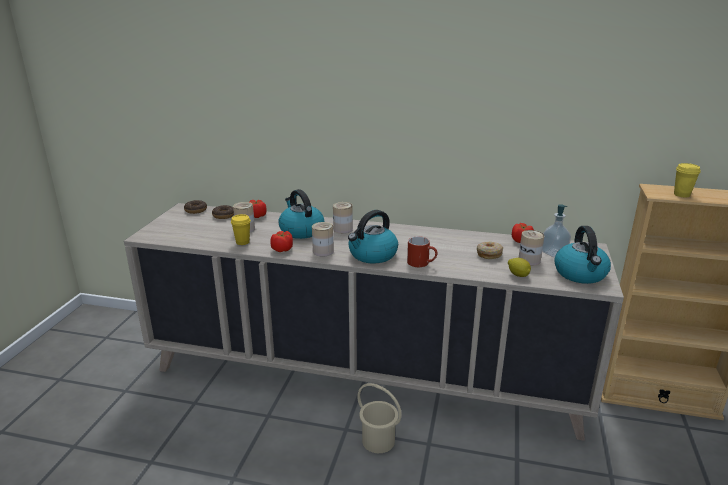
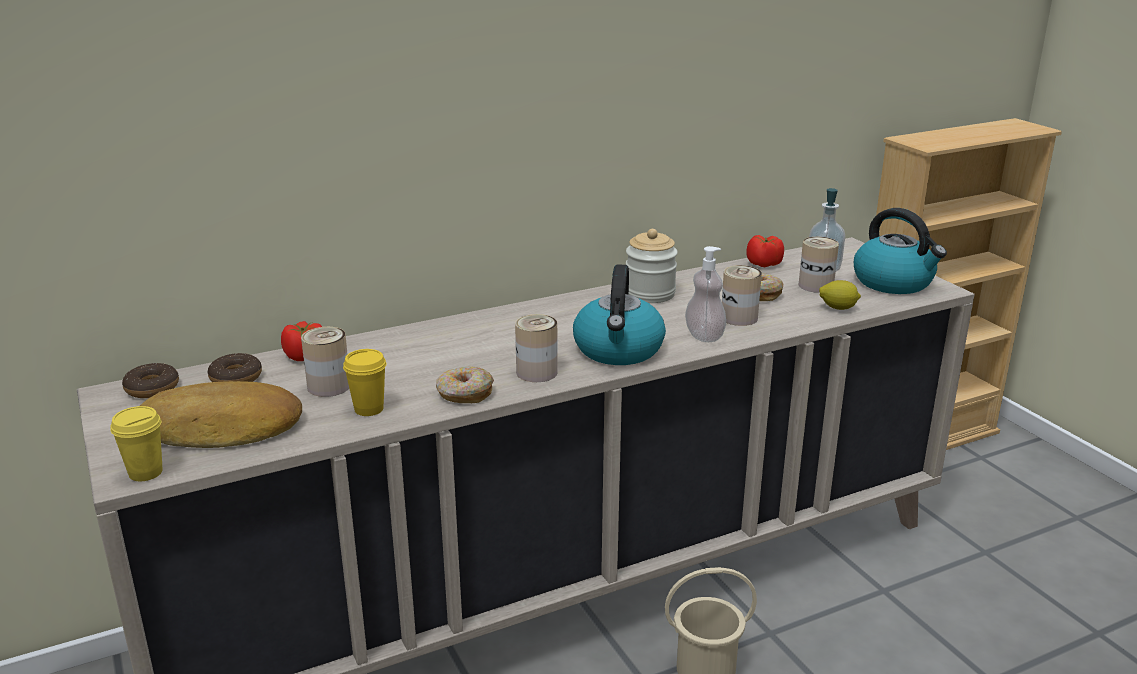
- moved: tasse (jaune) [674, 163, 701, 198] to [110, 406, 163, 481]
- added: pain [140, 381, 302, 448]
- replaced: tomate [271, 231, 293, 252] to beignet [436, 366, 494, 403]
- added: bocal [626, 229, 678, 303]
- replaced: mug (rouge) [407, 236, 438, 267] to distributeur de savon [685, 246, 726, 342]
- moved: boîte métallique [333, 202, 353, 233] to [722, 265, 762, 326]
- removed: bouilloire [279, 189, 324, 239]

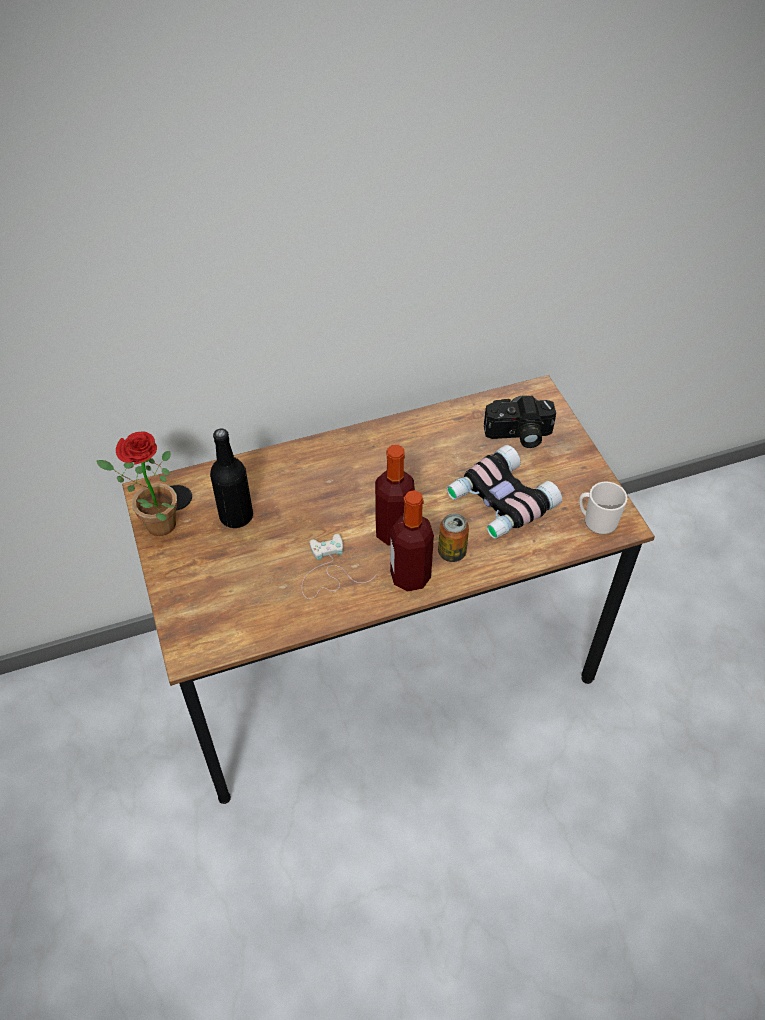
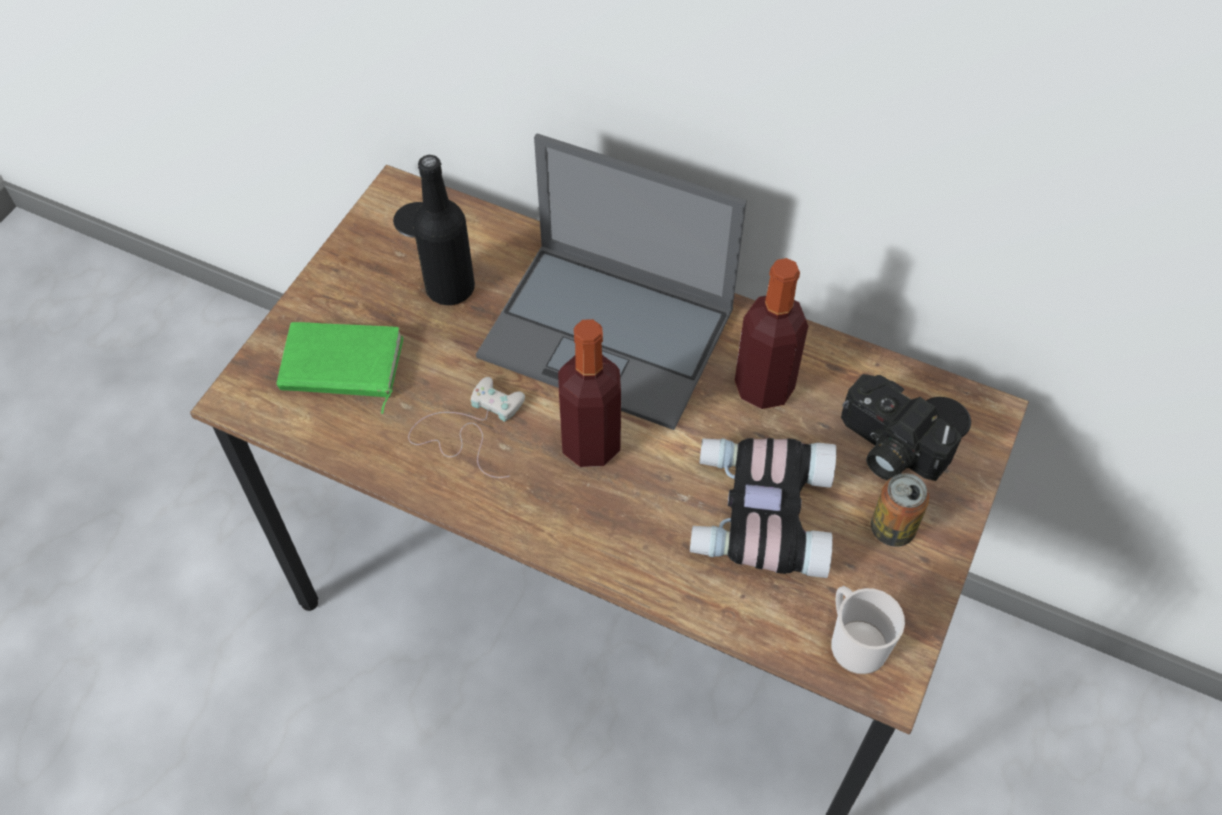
- added: livre (vert) [277, 322, 404, 414]
- added: ordinateur portable [476, 134, 747, 430]
- moved: bouteille [390, 490, 434, 592] to [735, 258, 808, 409]
- moved: boîte métallique [438, 513, 469, 562] to [871, 473, 929, 547]
- removed: plante en pot [96, 431, 177, 536]

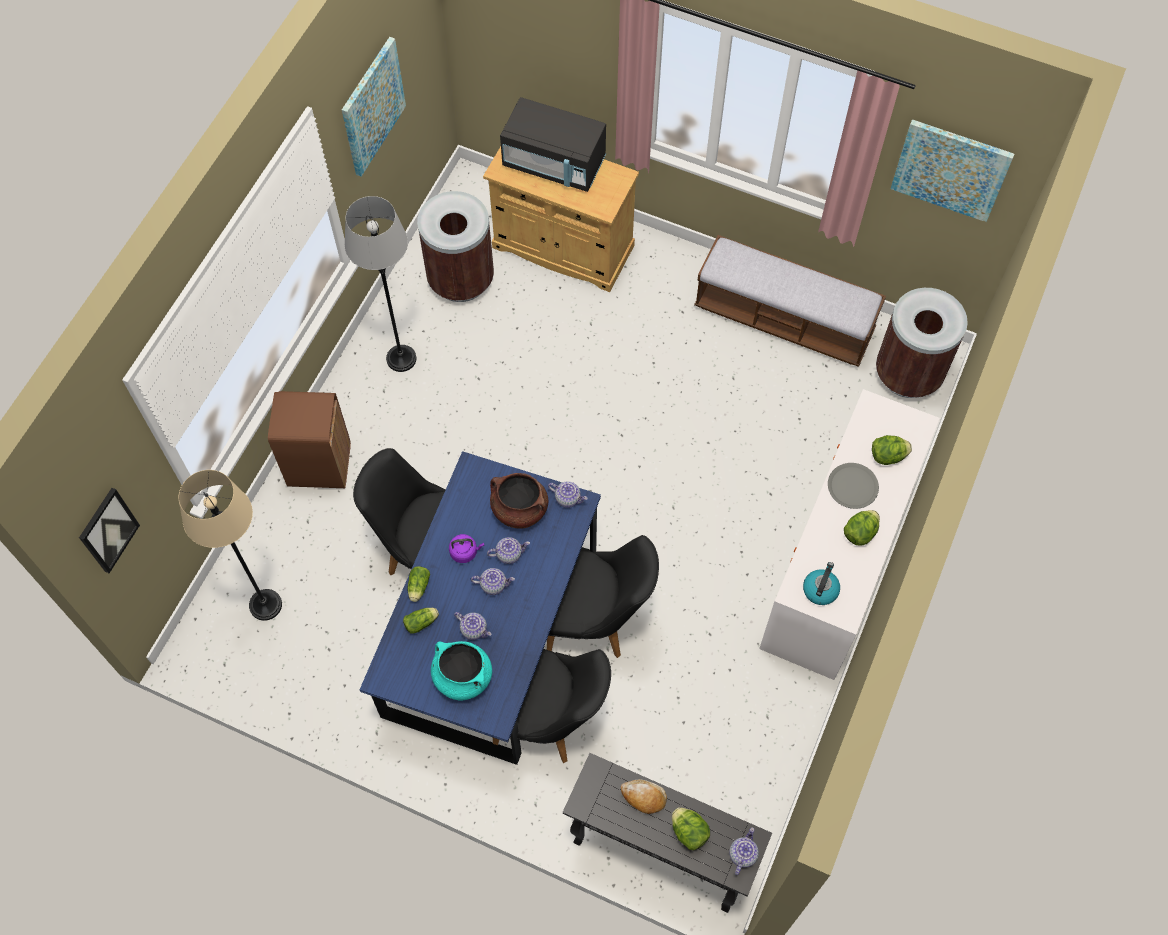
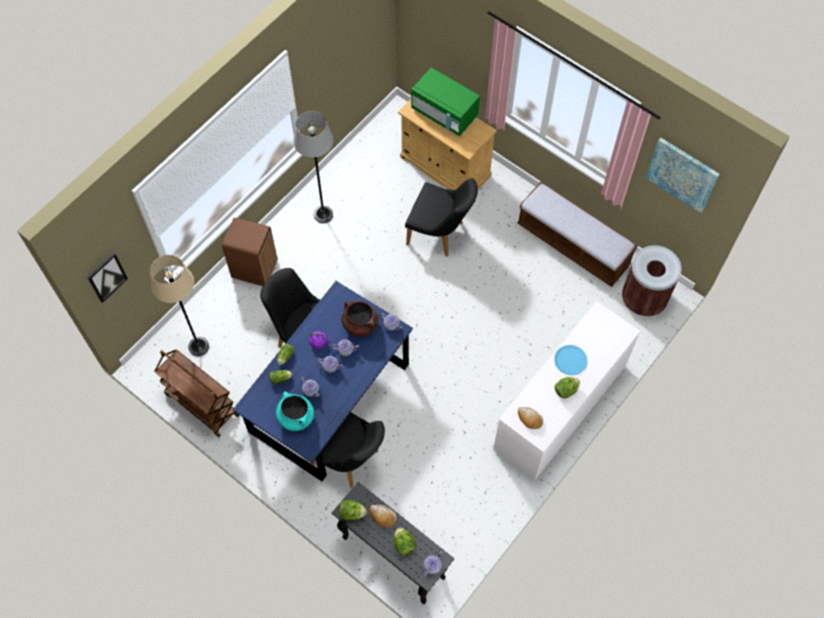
- added: chariot (marron) [154, 350, 240, 437]
- moved: laitue [872, 435, 912, 465] to [339, 500, 367, 521]
- moved: chaise (noir) [547, 535, 659, 658] to [405, 178, 478, 257]
- recoloured: micro-ondes (noir) [500, 97, 606, 192] to micro-ondes (vert) [411, 68, 480, 136]
- replaced: bouilloire [803, 562, 840, 605] to pain [518, 407, 543, 429]
- recoloured: assiette (gris) [828, 463, 879, 509] to assiette (bleu) [554, 345, 587, 375]
- removed: tableau [342, 37, 406, 177]
- removed: poubelle (marron) [417, 191, 494, 302]

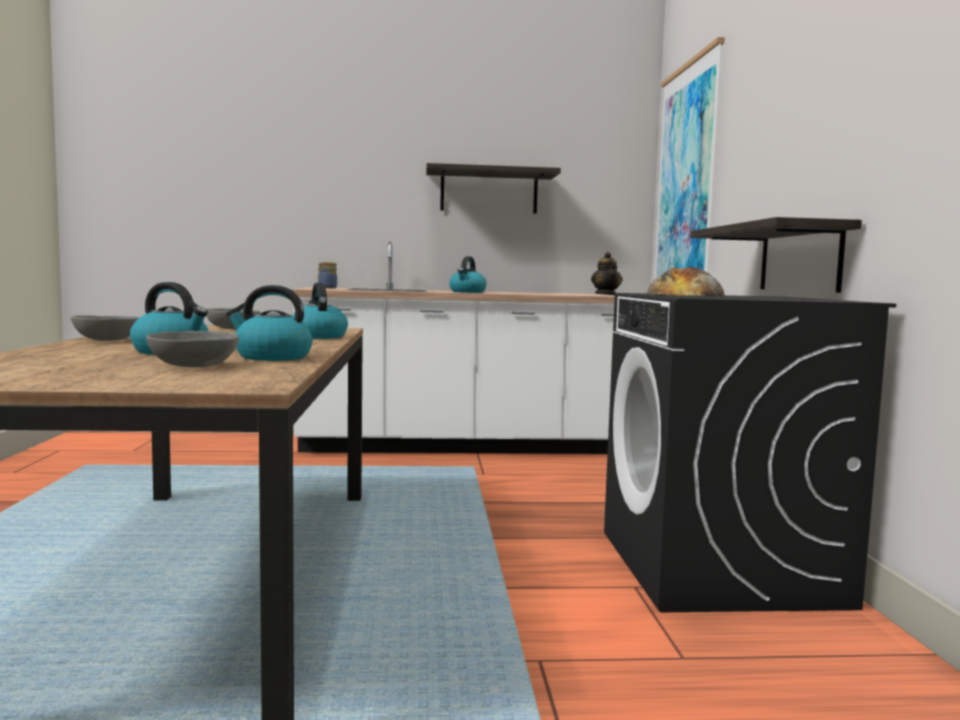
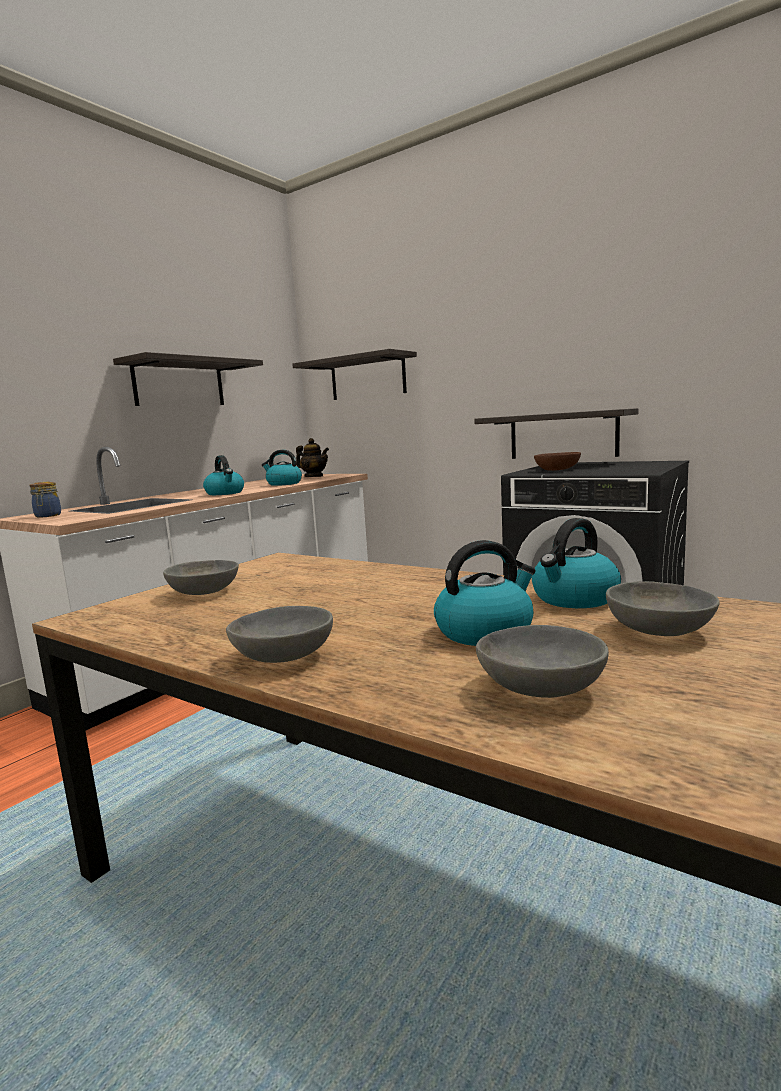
- moved: bouilloire [292, 283, 348, 339] to [262, 450, 302, 486]
- replaced: tableau [654, 37, 725, 280] to étagère [292, 349, 417, 400]
- added: bol (gris) [476, 625, 609, 698]
- replaced: pain [647, 267, 724, 296] to bol (marron) [534, 452, 581, 471]

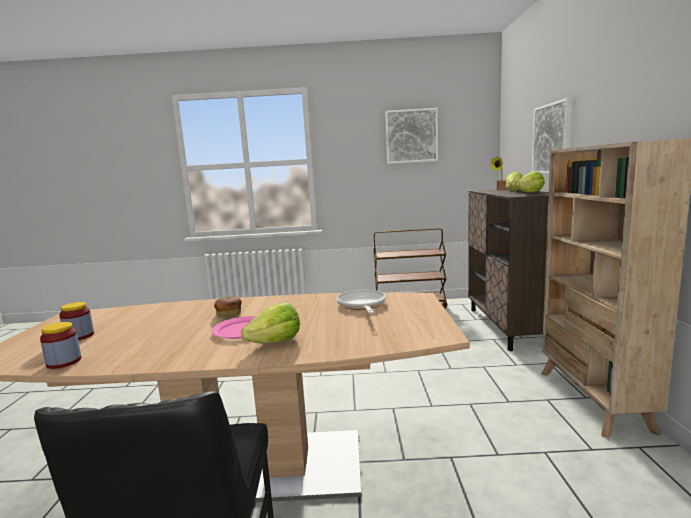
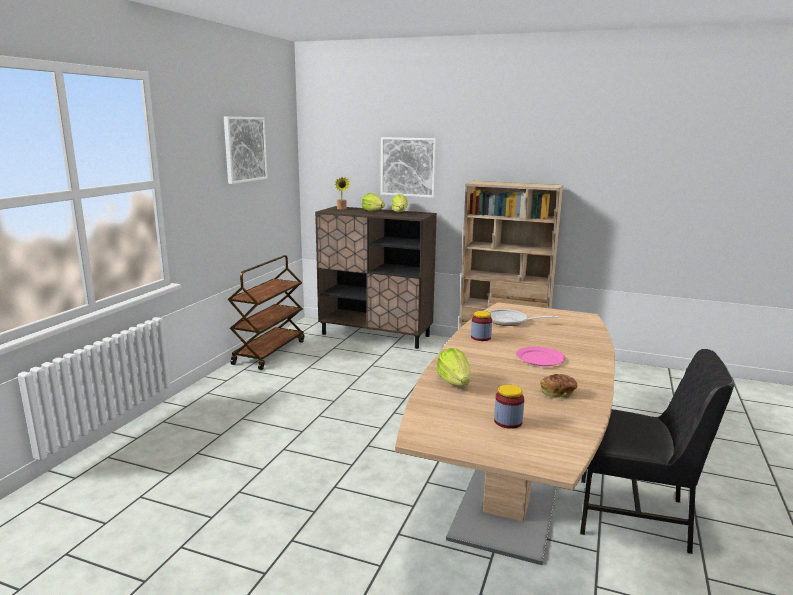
- moved: laitue [241, 302, 300, 343] to [437, 348, 471, 386]
- moved: bocal [40, 322, 82, 369] to [471, 311, 492, 341]
- moved: pain [214, 296, 242, 317] to [540, 374, 577, 399]

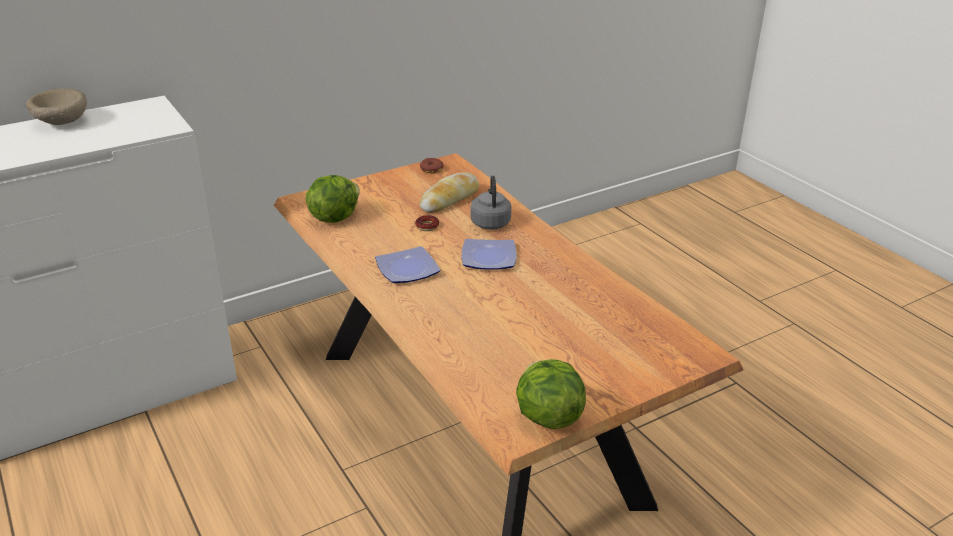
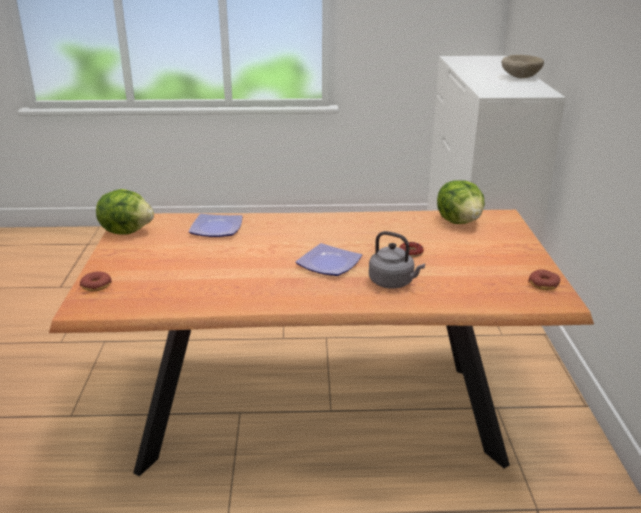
- added: beignet [80, 271, 112, 291]
- moved: assiette [375, 246, 441, 283] to [189, 214, 242, 237]
- removed: pain [419, 172, 479, 213]

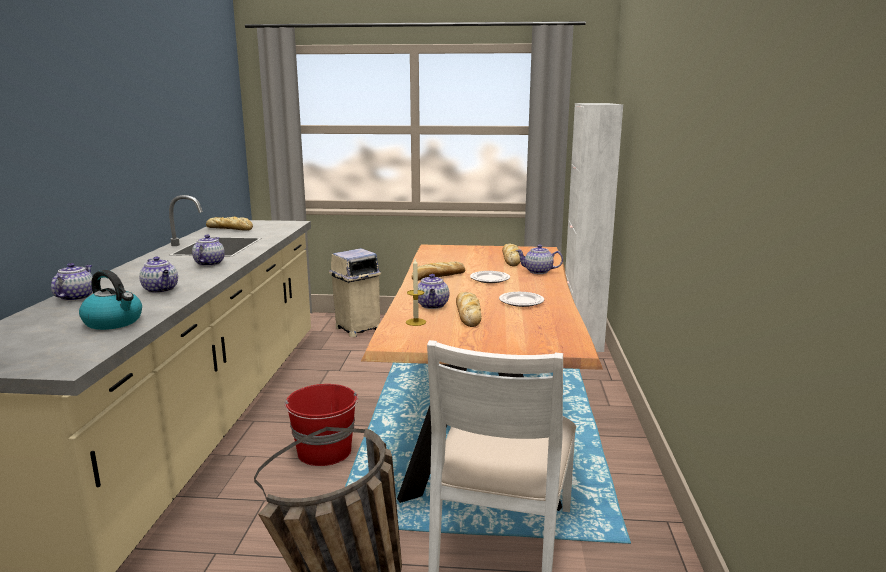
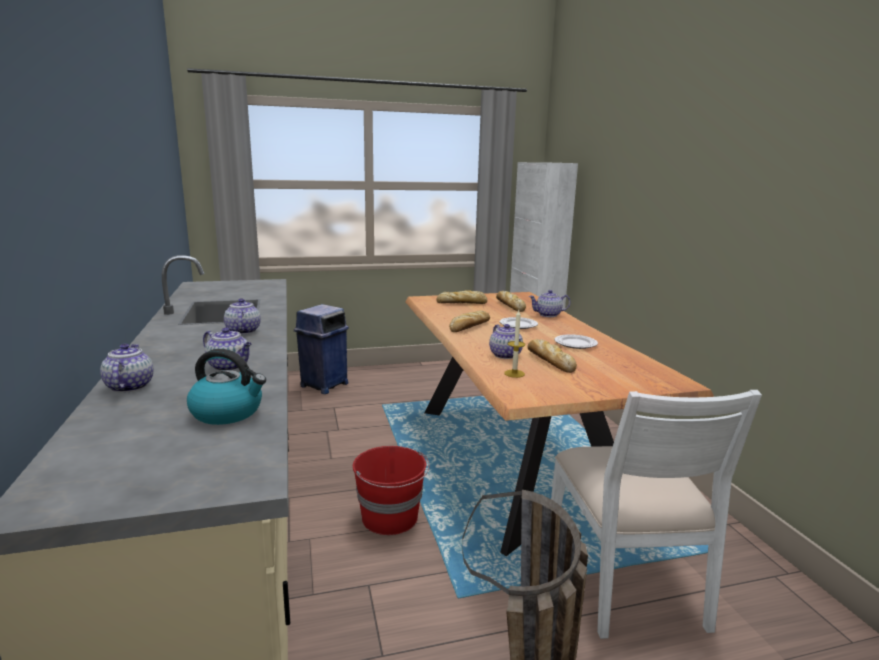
- recoloured: poubelle (beige) [329, 248, 381, 337] to poubelle (bleu) [294, 304, 349, 394]
- moved: pain [206, 217, 253, 231] to [436, 290, 487, 304]

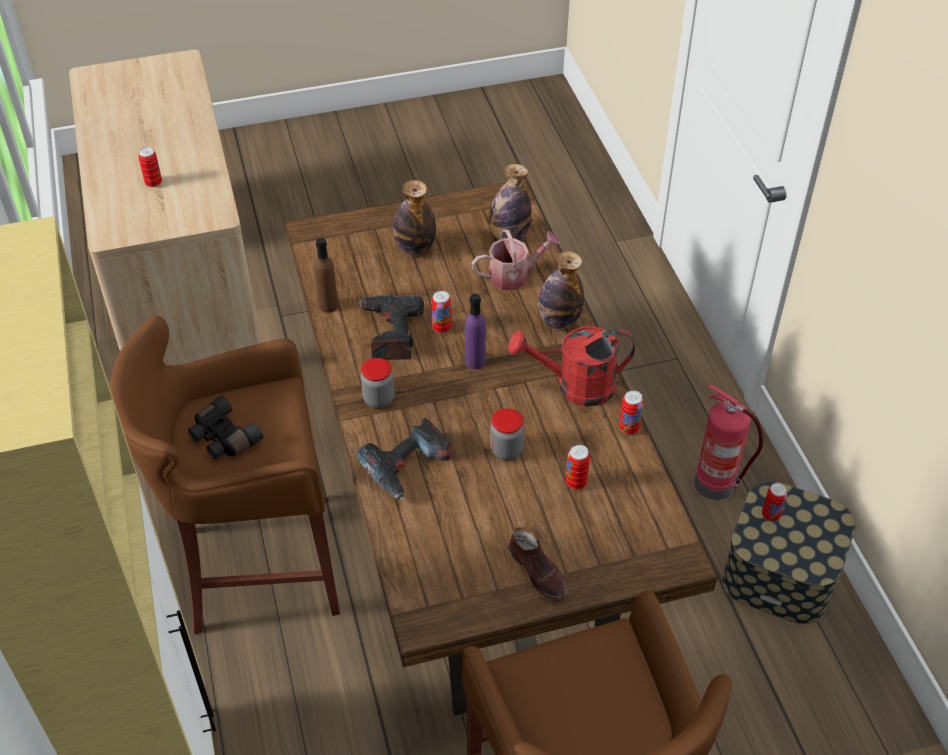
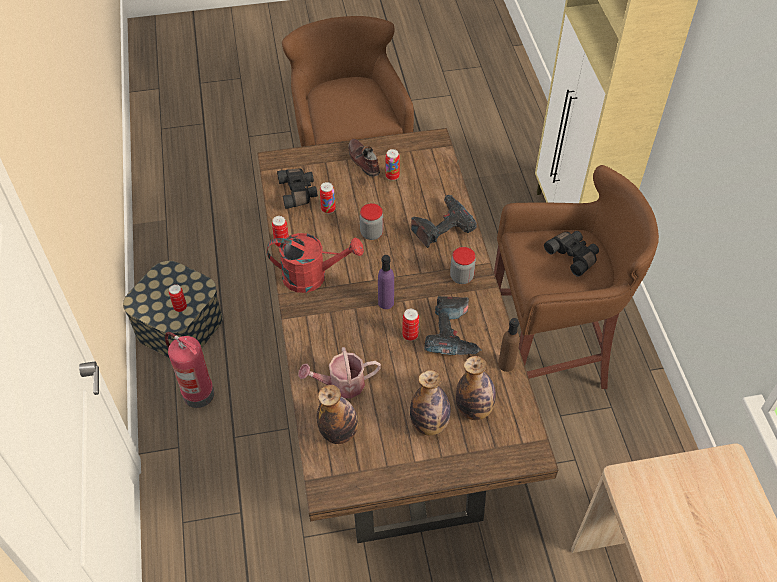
- added: jumelles (noir) [277, 169, 318, 209]
- moved: boîte métallique [138, 147, 162, 187] to [385, 149, 400, 180]
- moved: bouteille [538, 251, 584, 329] to [456, 356, 496, 420]

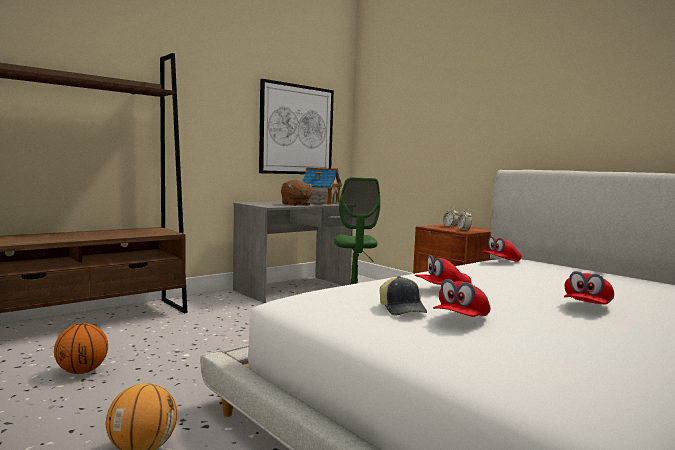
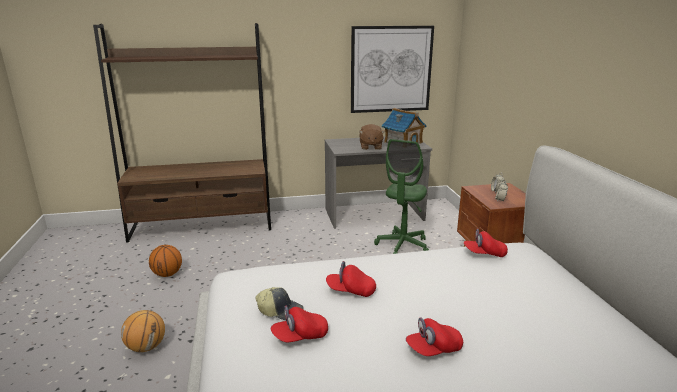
- turned: casquette [380, 276, 427, 315] = [256, 287, 304, 320] 90 degrees counterclockwise

